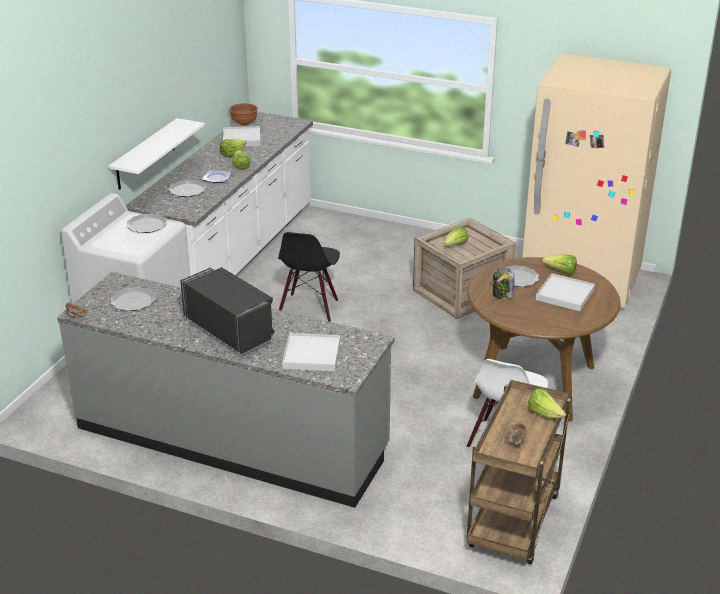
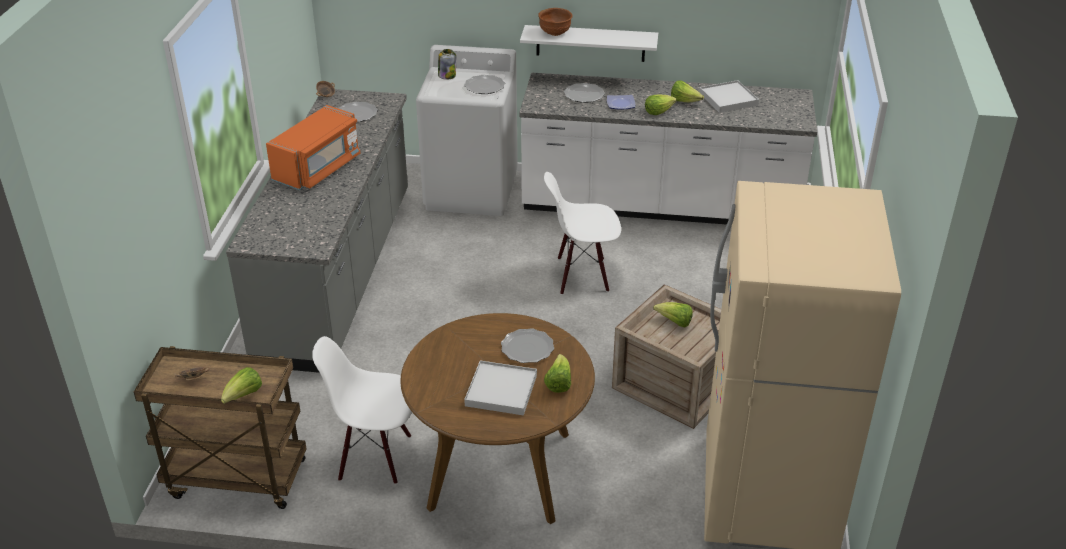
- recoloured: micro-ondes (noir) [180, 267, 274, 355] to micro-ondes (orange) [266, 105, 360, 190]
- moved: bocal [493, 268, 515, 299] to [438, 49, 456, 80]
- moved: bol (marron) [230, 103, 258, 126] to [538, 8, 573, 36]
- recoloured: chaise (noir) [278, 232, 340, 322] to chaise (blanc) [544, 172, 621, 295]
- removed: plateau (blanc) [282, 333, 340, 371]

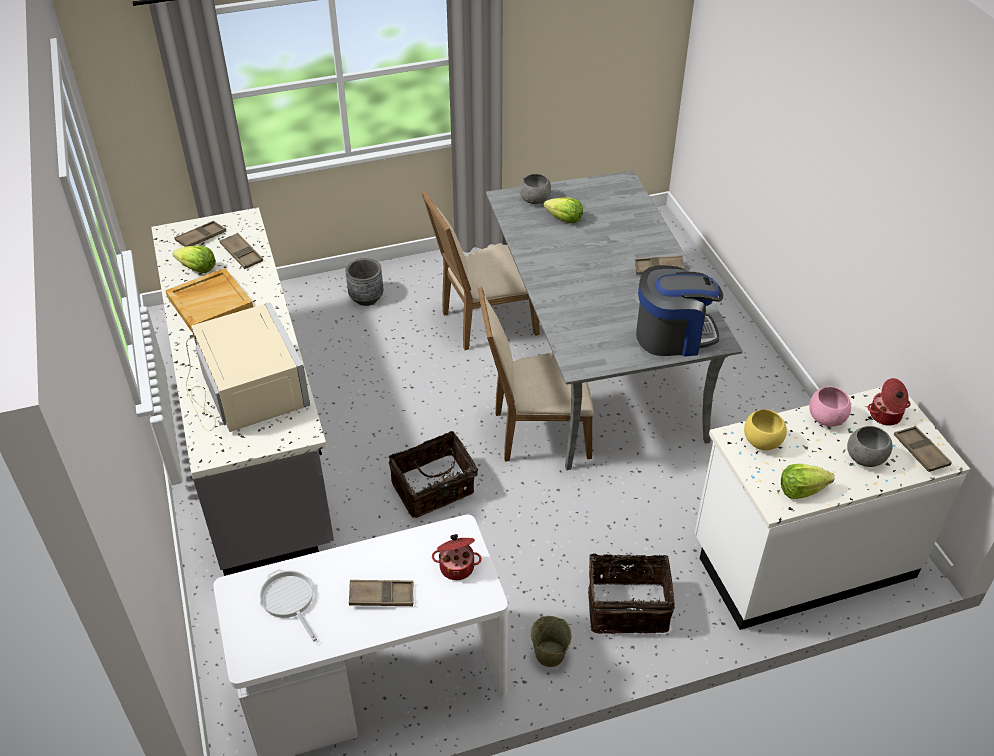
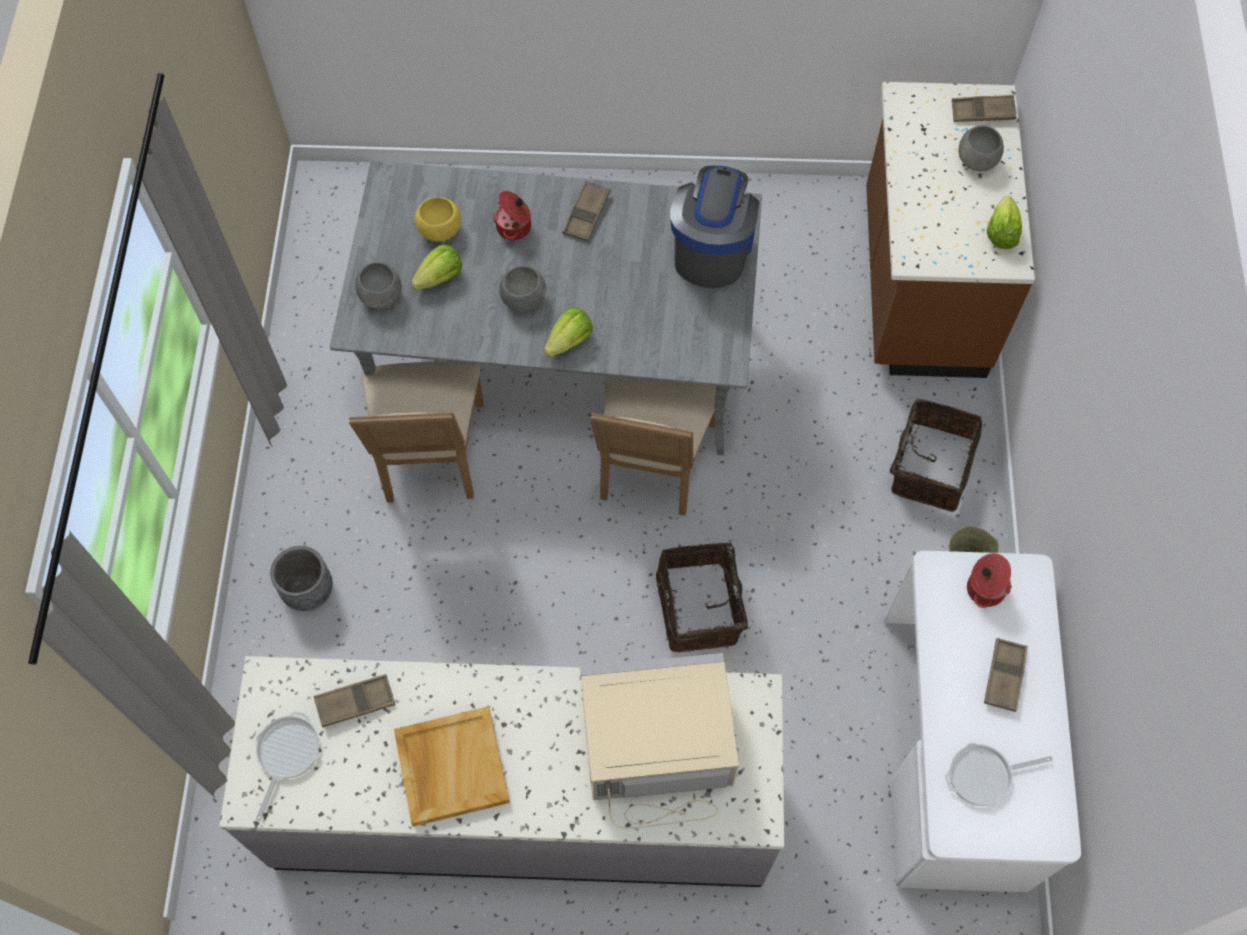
- replaced: plateau (marron) [174, 221, 226, 247] to poêle [255, 711, 319, 821]
- moved: bol (jaune) [744, 409, 787, 450] to [415, 197, 461, 242]
- moved: marmite [868, 378, 911, 426] to [494, 191, 531, 240]
- added: bol (gris) [499, 266, 546, 312]
- moved: laitue [173, 245, 216, 273] to [544, 307, 593, 357]
- recoloured: comptoir de cuisine (blanc) [695, 387, 970, 630] to comptoir de cuisine (marron) [866, 82, 1035, 378]
- removed: bol (rose) [809, 387, 851, 427]

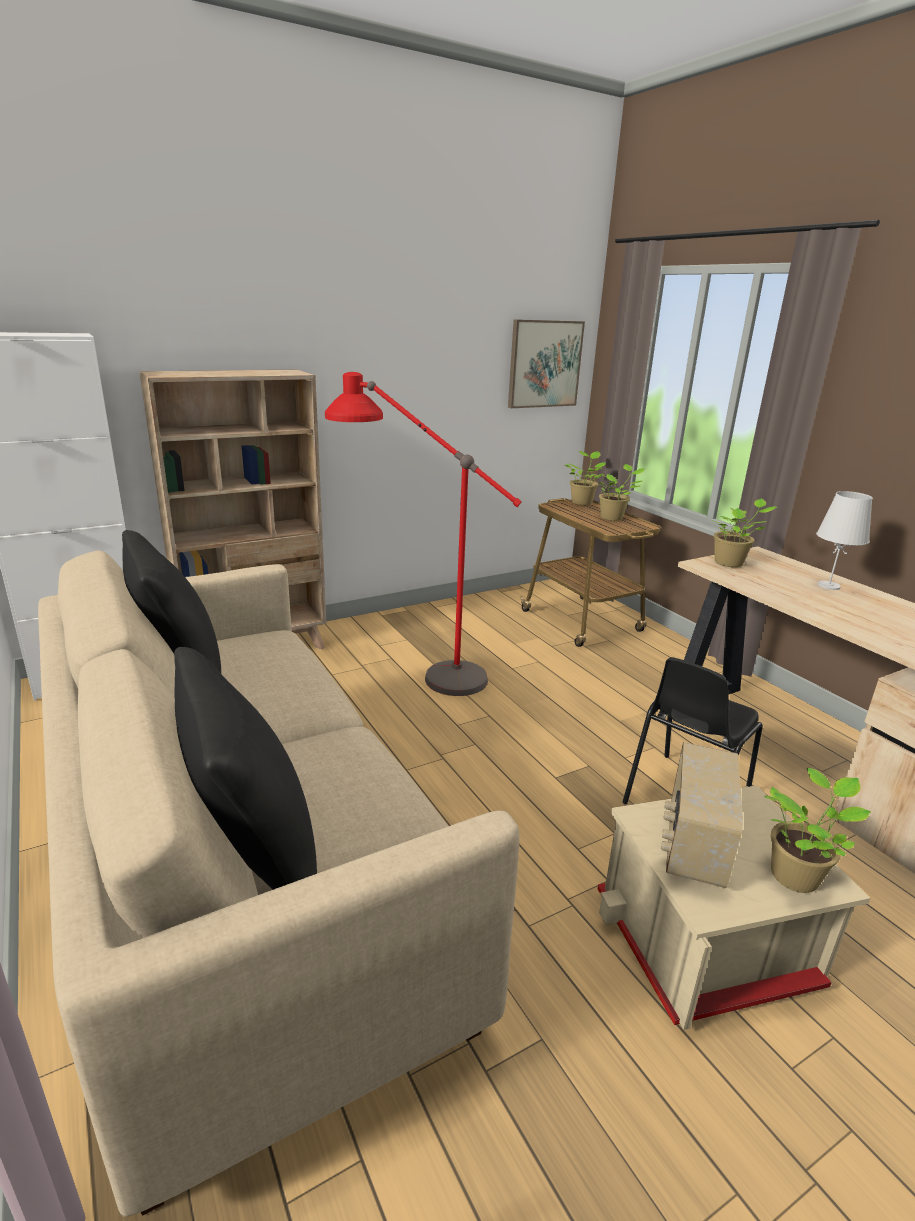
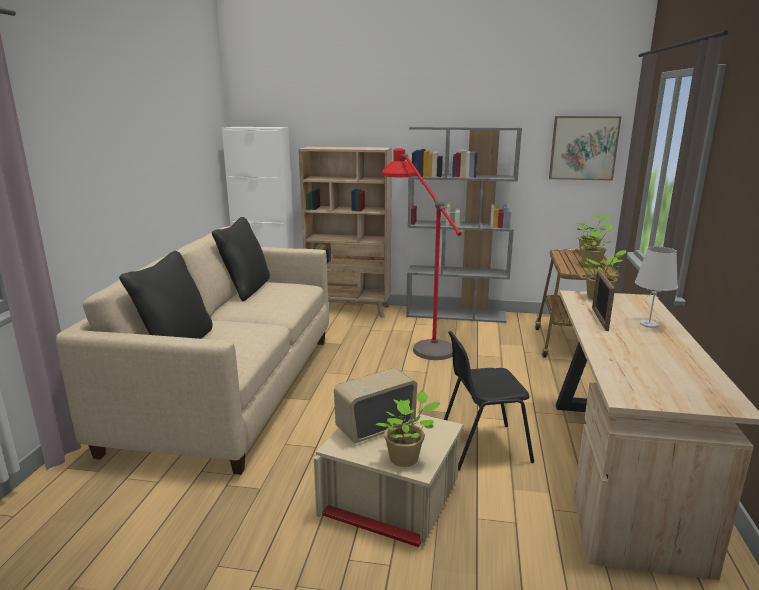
- added: bibliothèque (gris) [406, 126, 522, 323]
- added: cadre photo [592, 270, 615, 331]

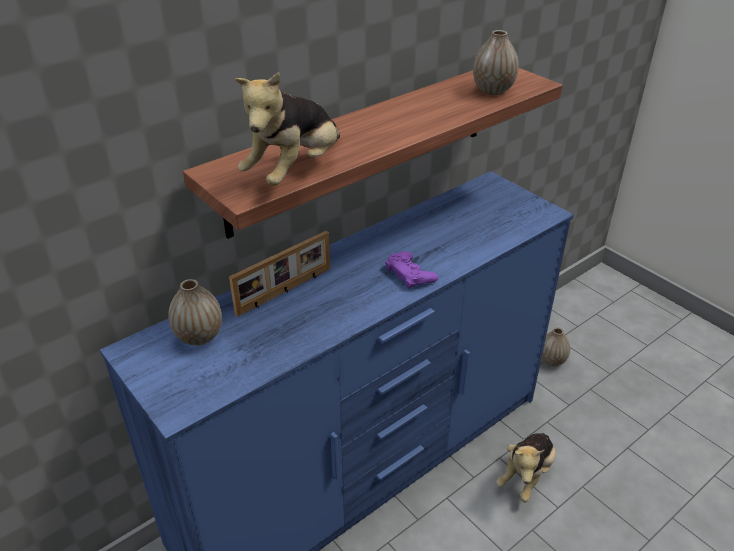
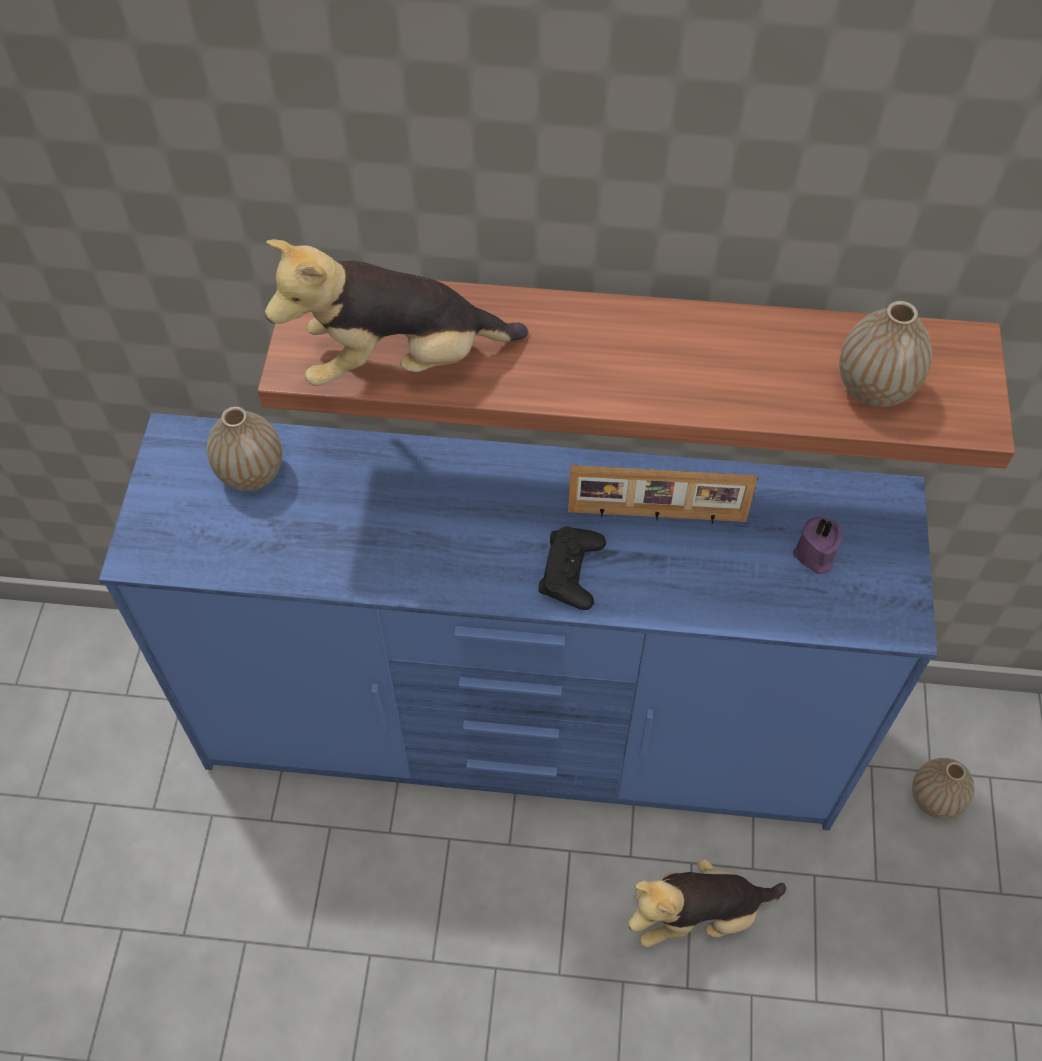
- recoloured: manette (violet) [385, 251, 438, 289] to manette (noir) [538, 526, 606, 610]
- moved: cadre photo [229, 231, 330, 317] to [568, 465, 757, 524]
- added: bougie (violet) [793, 517, 843, 574]

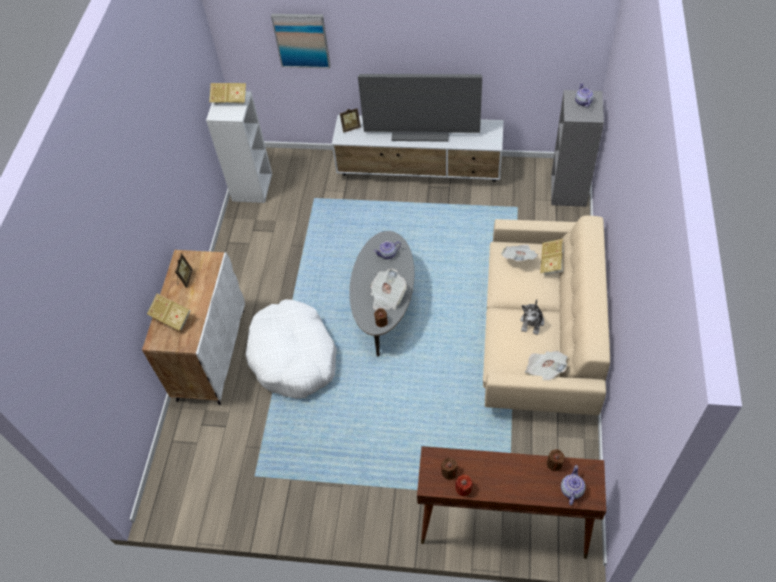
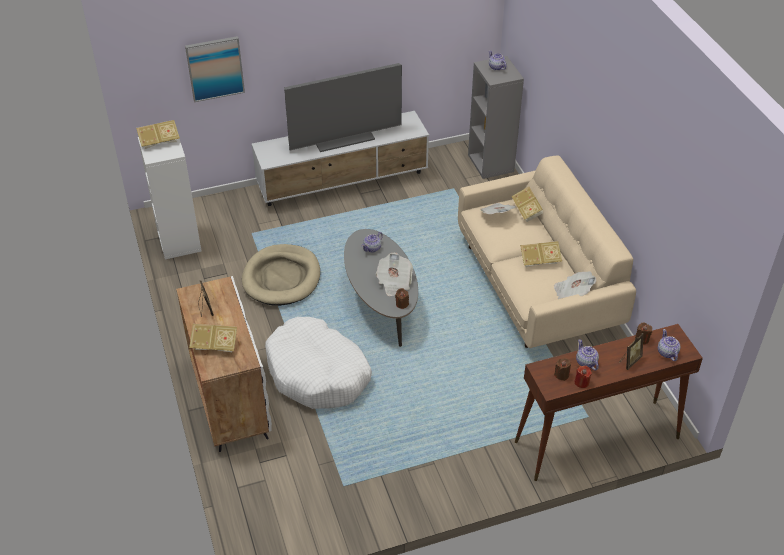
- added: panier pour chien (beige) [242, 244, 320, 306]
- replaced: peluche [520, 299, 544, 335] to livre [520, 241, 562, 267]
- added: théière [576, 339, 599, 370]
- moved: cadre photo [340, 108, 361, 133] to [619, 333, 643, 370]

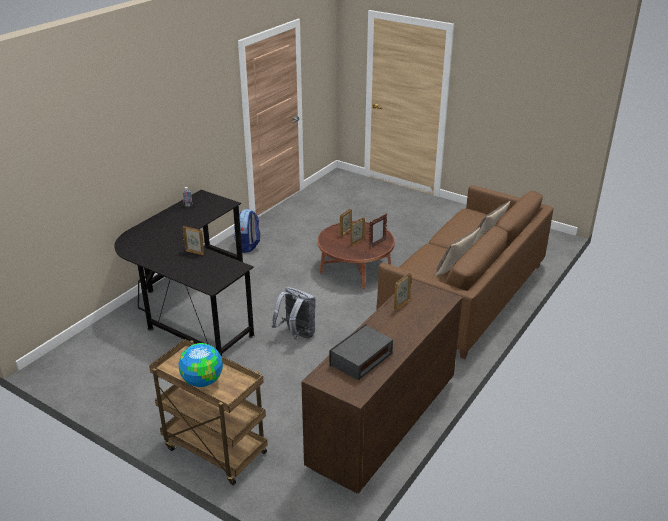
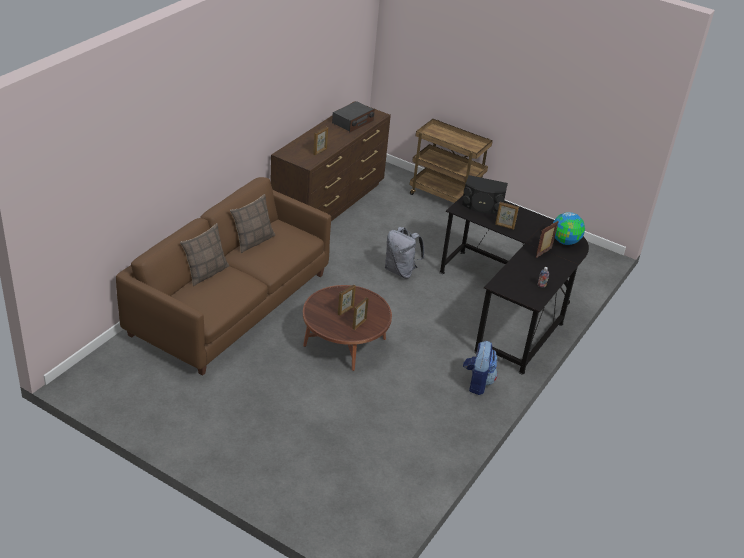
- added: enceinte (noir) [462, 175, 508, 214]
- moved: cadre photo [369, 214, 387, 248] to [536, 221, 559, 258]
- moved: globe [178, 343, 223, 387] to [553, 212, 585, 245]

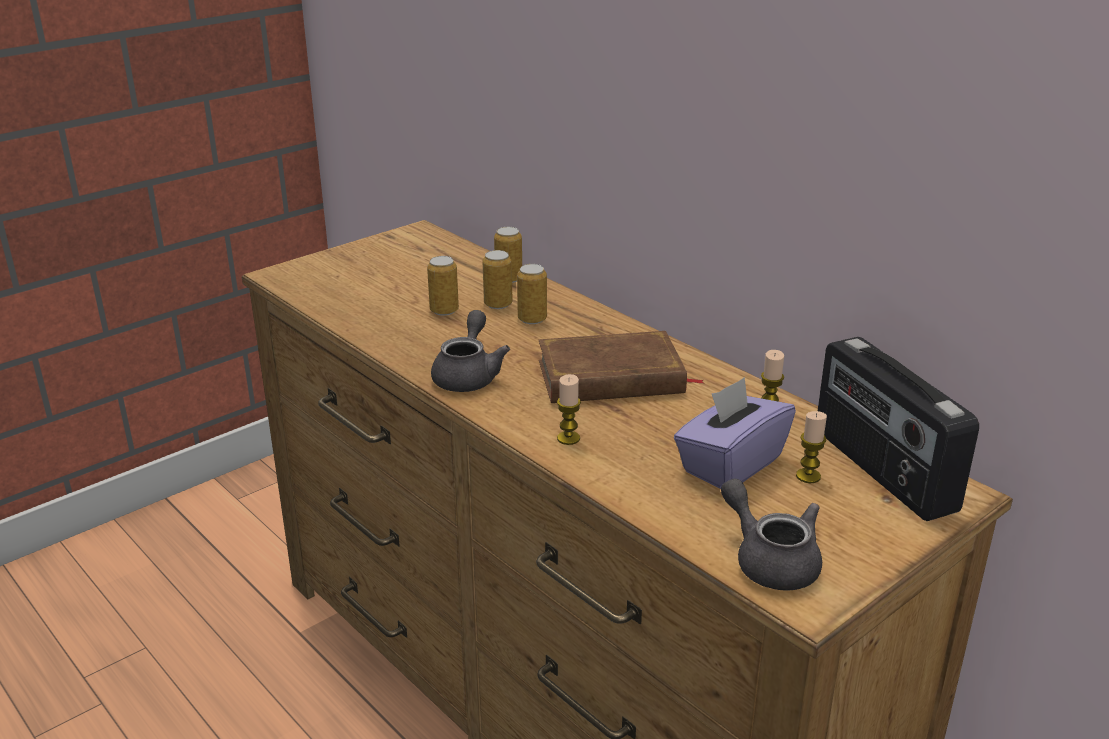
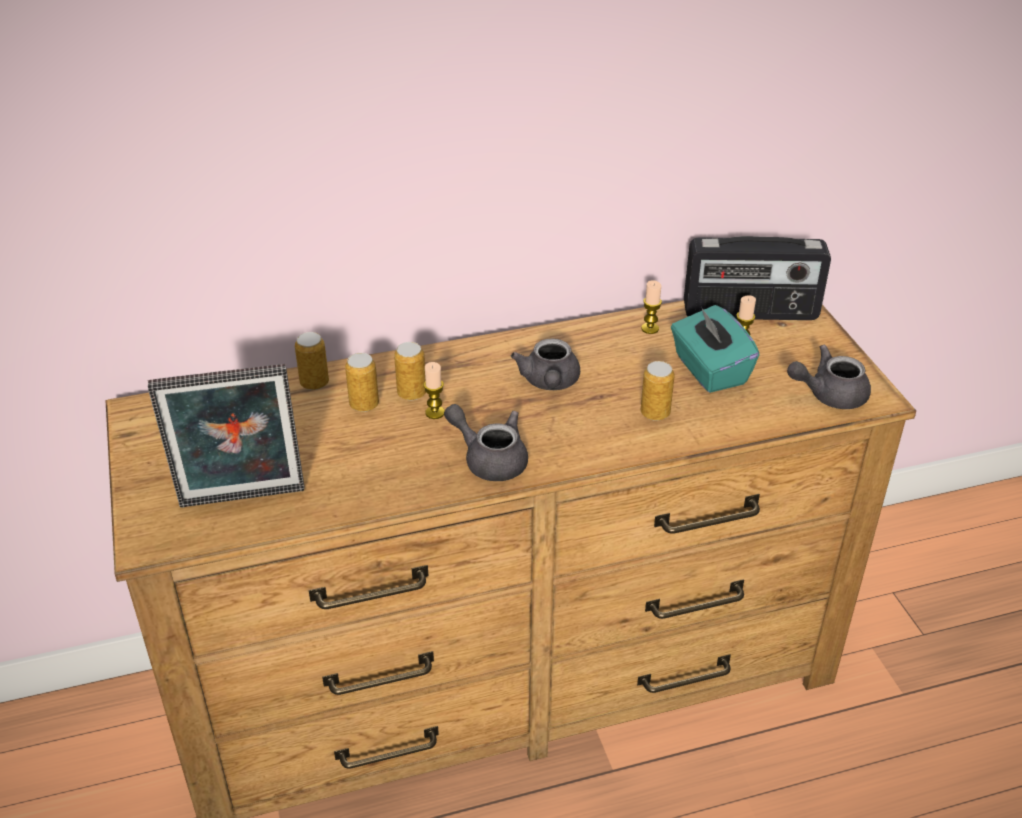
- added: cadre photo [148, 364, 304, 508]
- moved: bougie [557, 374, 581, 445] to [424, 362, 445, 419]
- replaced: livre (marron) [539, 331, 704, 403] to théière (gris) [511, 339, 580, 390]
- moved: boîte métallique [427, 256, 459, 316] to [641, 361, 675, 421]
- recoloured: boîte à mouchoirs (violet) [674, 377, 796, 489] to boîte à mouchoirs (turquoise) [671, 305, 759, 393]

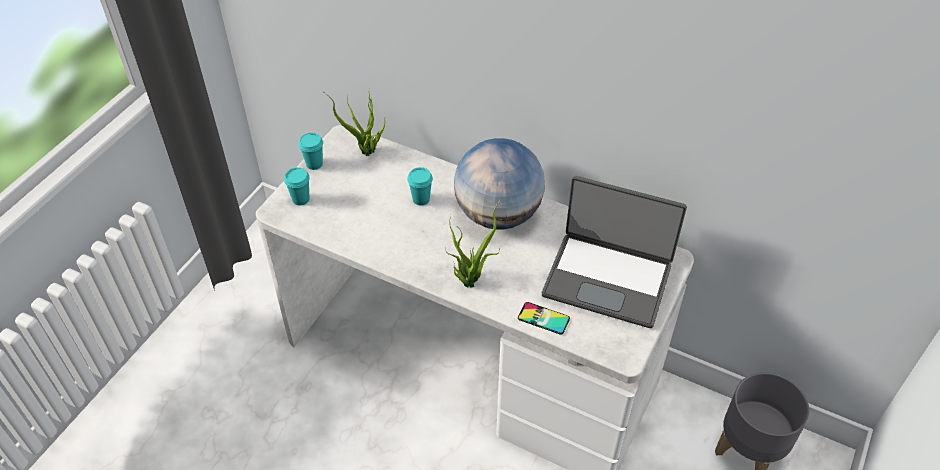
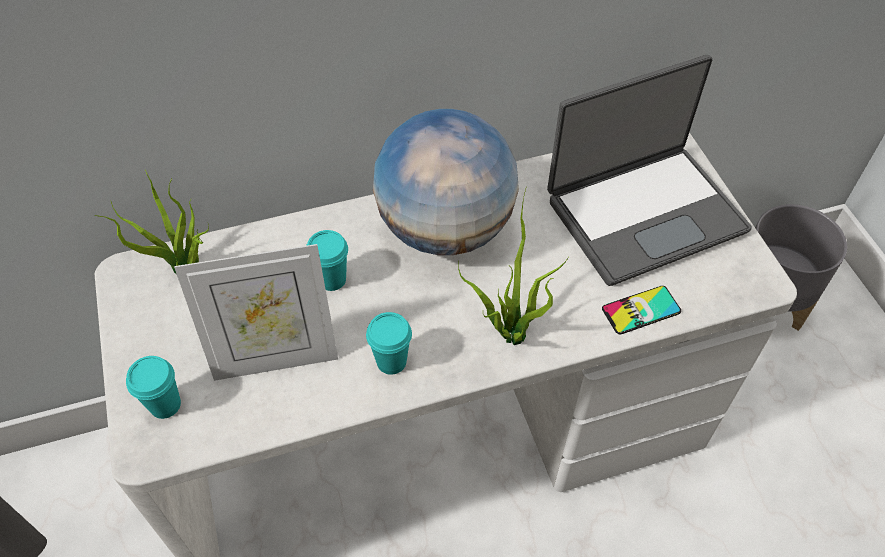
- added: cadre photo [174, 244, 338, 381]
- moved: tasse (turquoise) [299, 132, 323, 170] to [366, 312, 412, 375]

